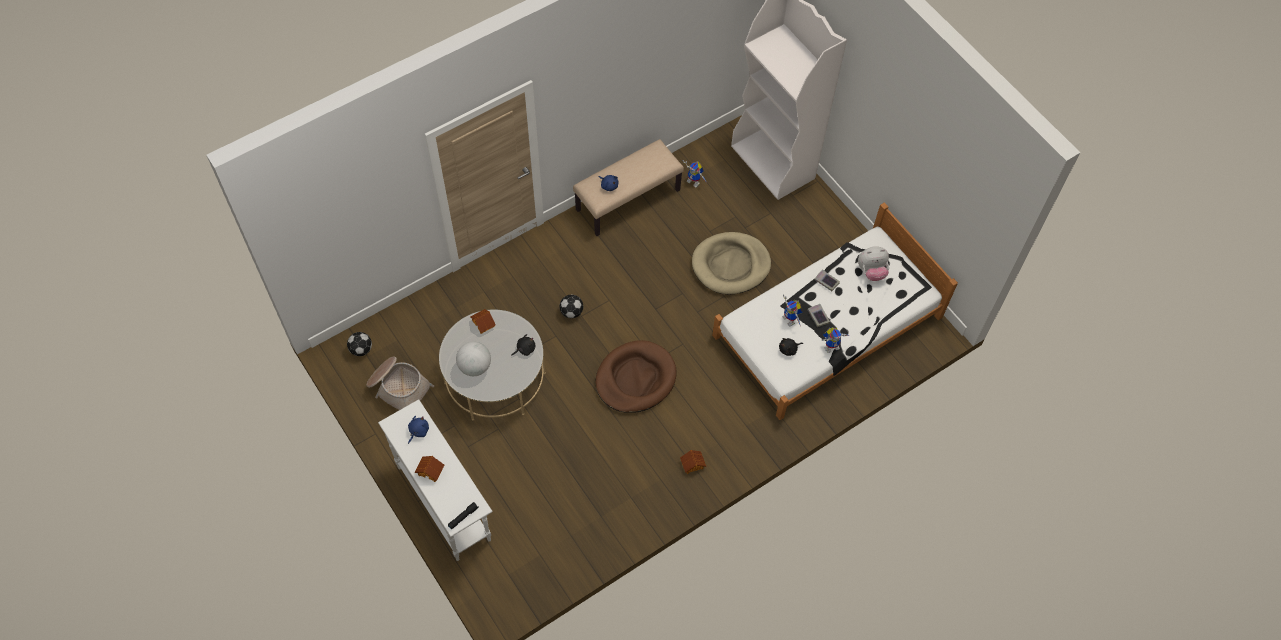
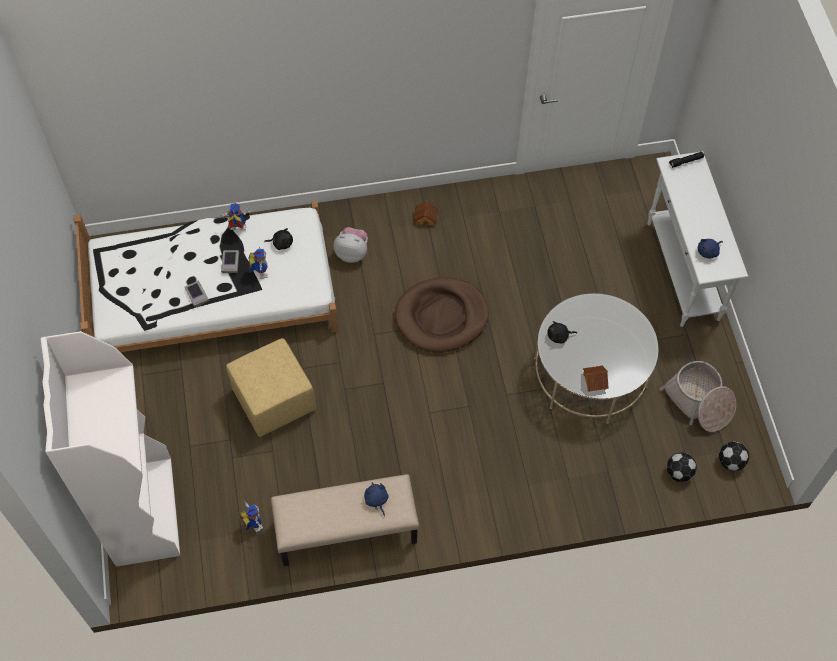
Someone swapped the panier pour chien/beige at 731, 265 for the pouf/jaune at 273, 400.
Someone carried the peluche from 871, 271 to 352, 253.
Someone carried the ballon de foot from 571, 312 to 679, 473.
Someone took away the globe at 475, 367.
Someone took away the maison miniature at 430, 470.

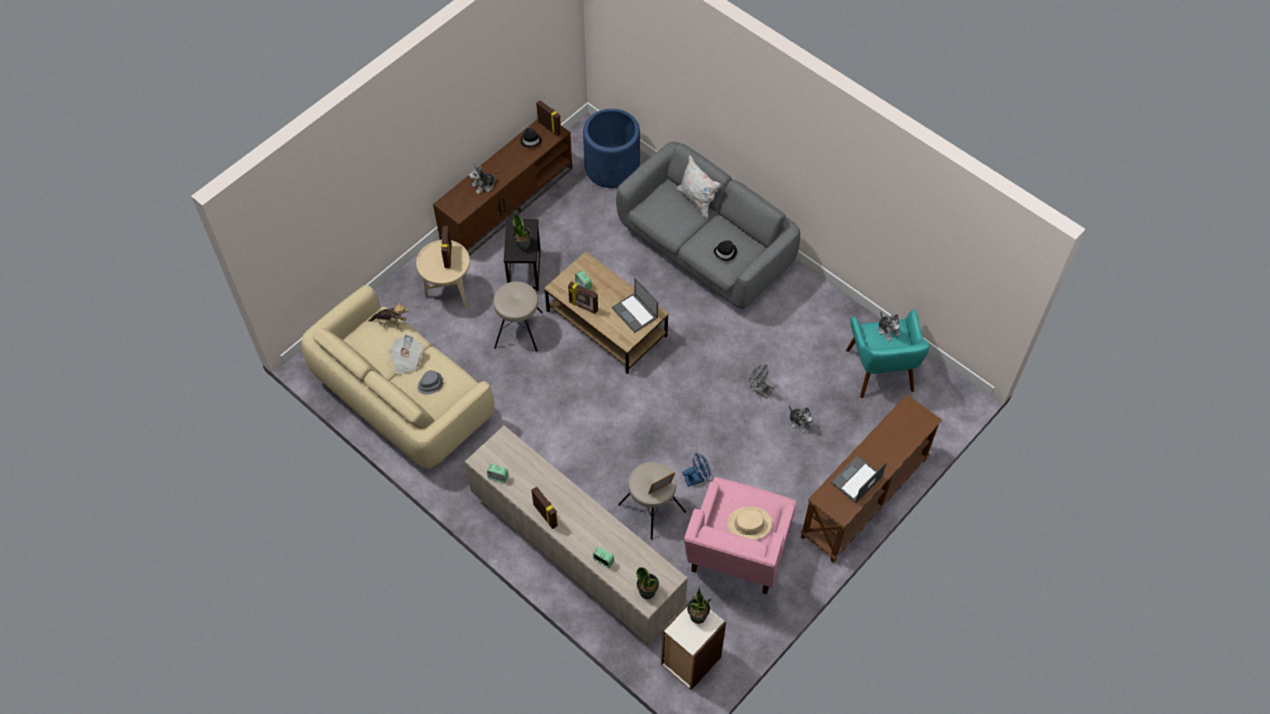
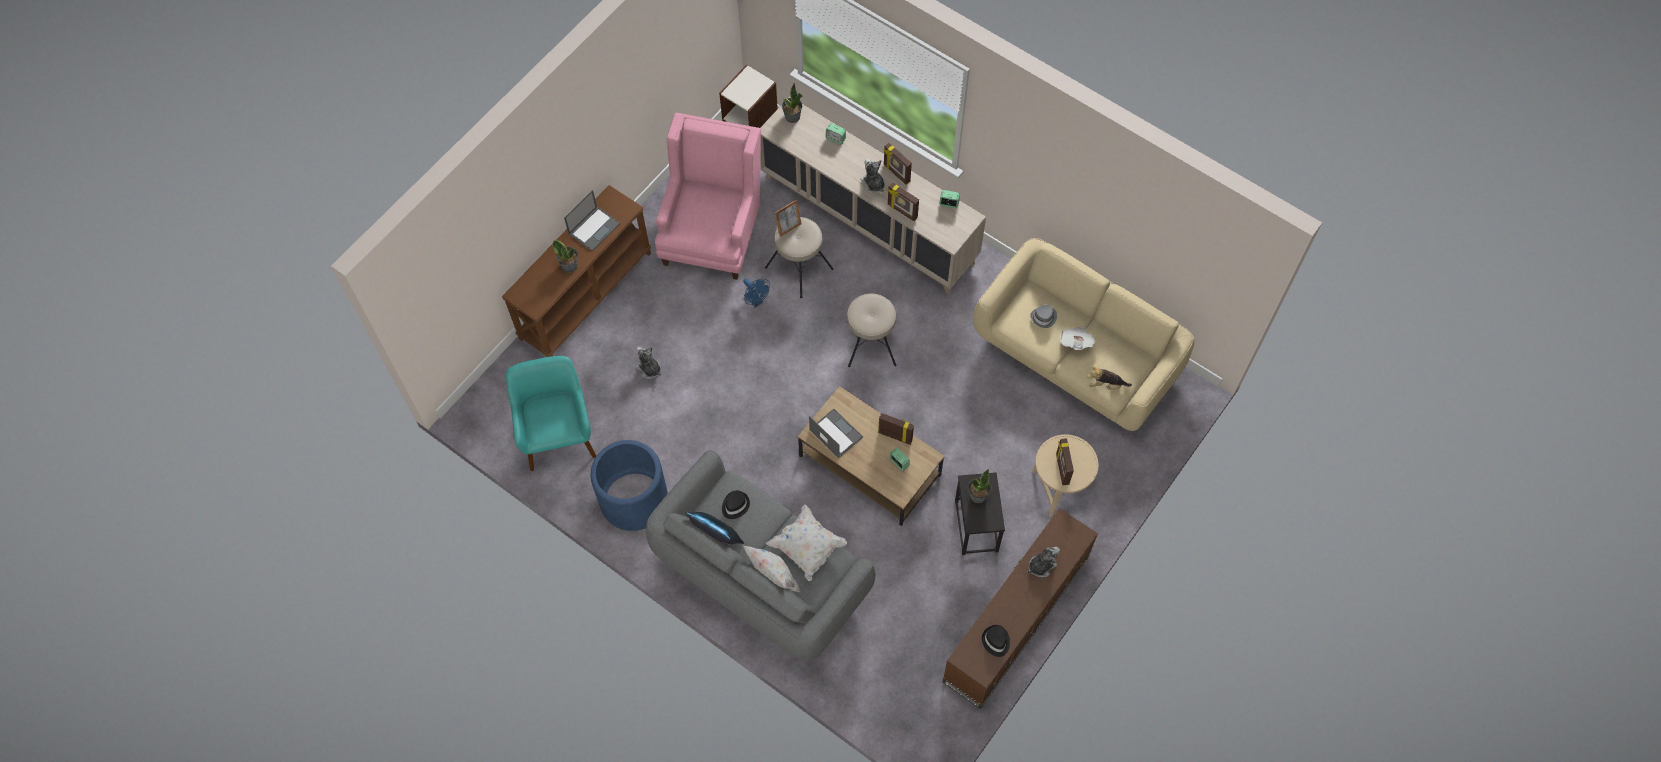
Someone carried the cadre photo from 549, 127 to 902, 211.
Someone carried the cache-pot/bleu from 612, 167 to 634, 499.
Someone carried the tabouret/beige from 519, 329 to 870, 343.
Someone carried the peluche from 888, 330 to 873, 184.
Someone took away the ventilateur/gris at 759, 390.
Someone rotated the ventilateur/bleu at 697, 478 by 105 degrees counterclockwise.
Someone took away the chapeau/beige at 749, 524.
Someone carried the plante en pot from 698, 616 to 570, 266.
Someone put down the coussin/blanc at 807, 547.
Someone put down the coussin/bleu at 715, 537.

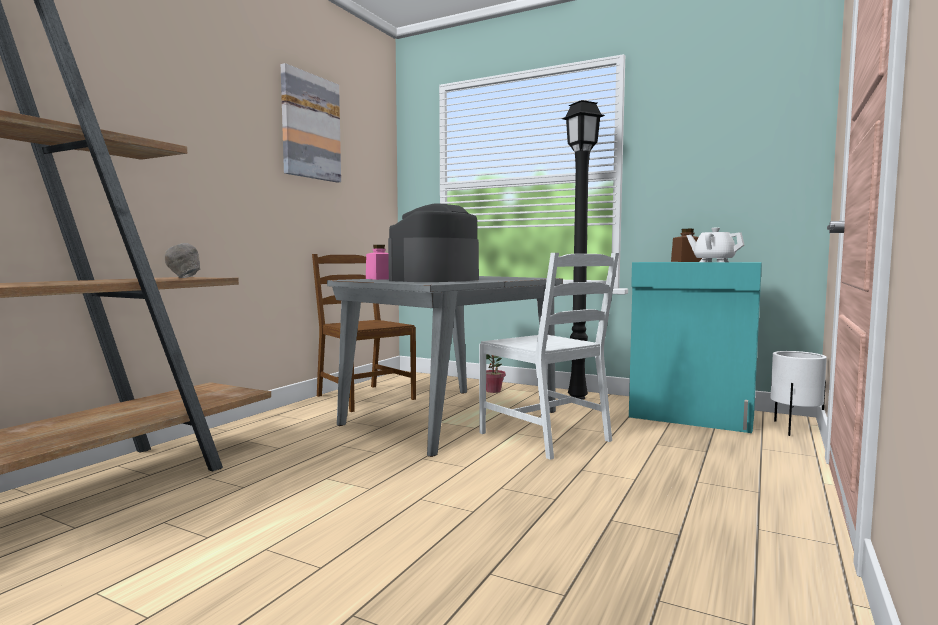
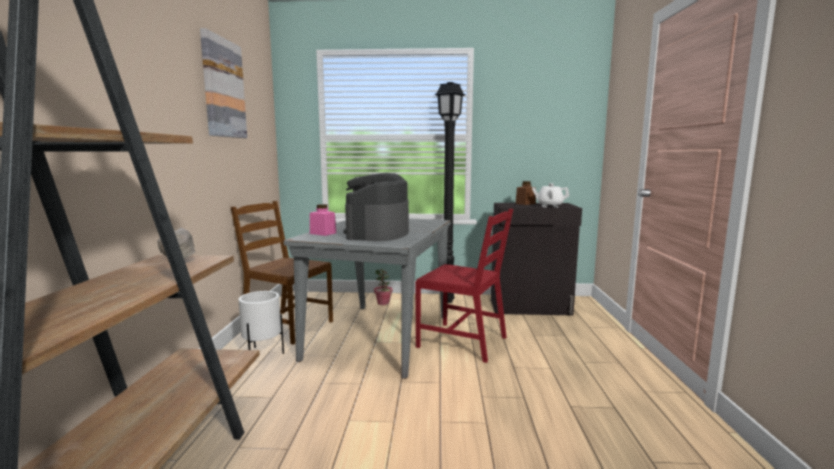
Someone repainted the chaise/blanc at 546, 436, which became the chaise/rouge at 463, 342.
Someone repainted the meuble de rangement/turquoise at 692, 417, which became the meuble de rangement/noir at 531, 308.
Someone carried the cache-pot/blanc from 794, 430 to 262, 355.

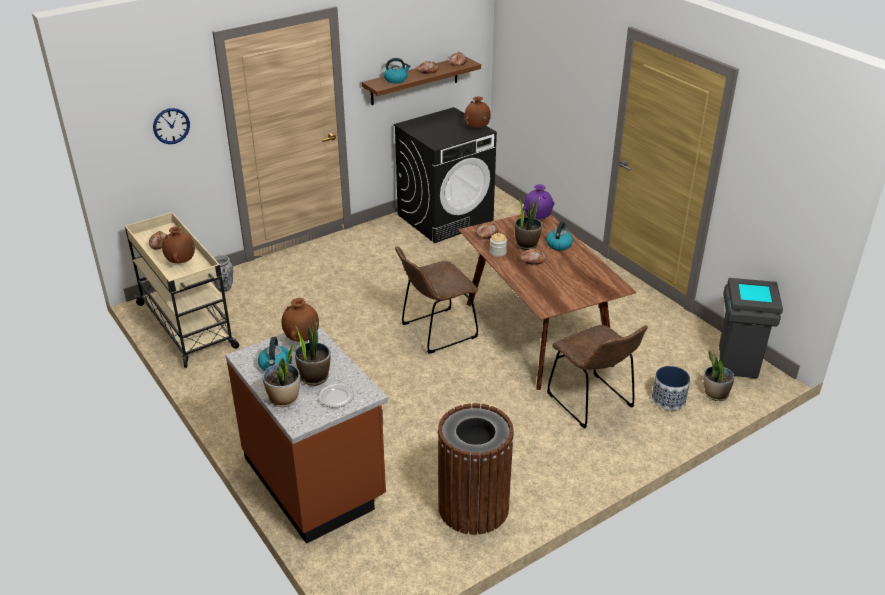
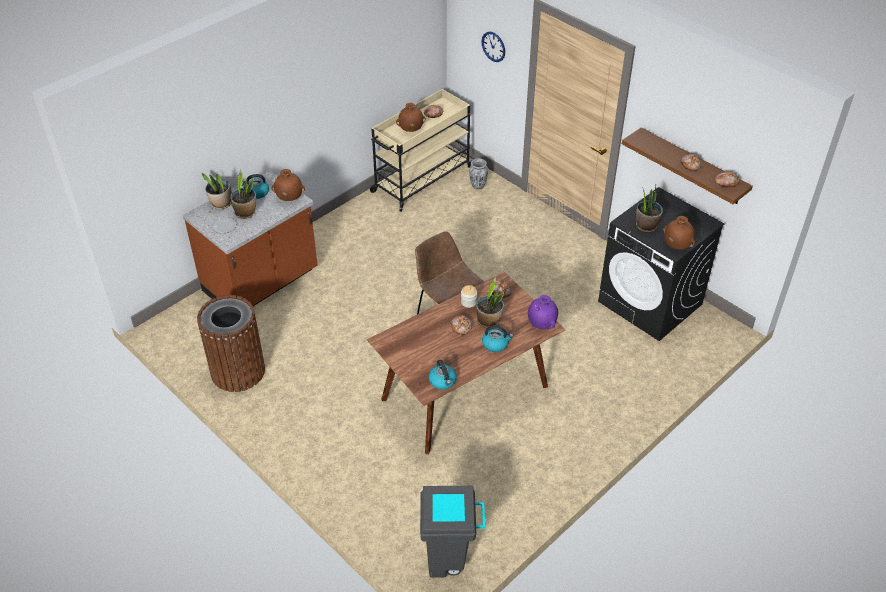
Someone carried the bouilloire from 396, 79 to 442, 381.
Someone took away the chaise/marron at 592, 403.
Someone carried the plante en pot from 715, 394 to 646, 226.
Someone took away the cache-pot at 668, 399.

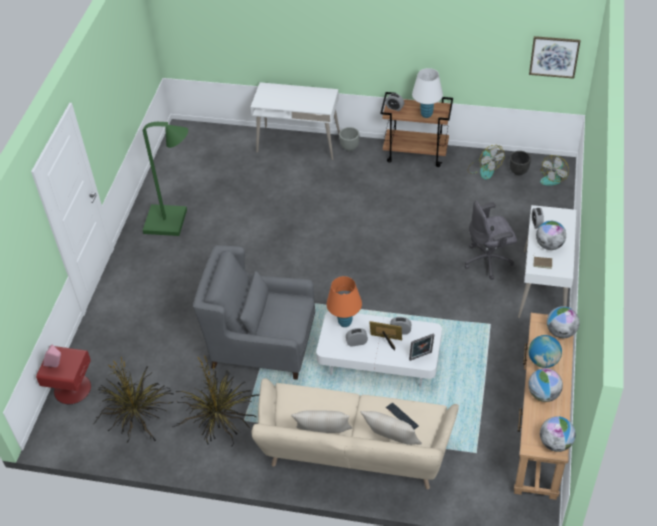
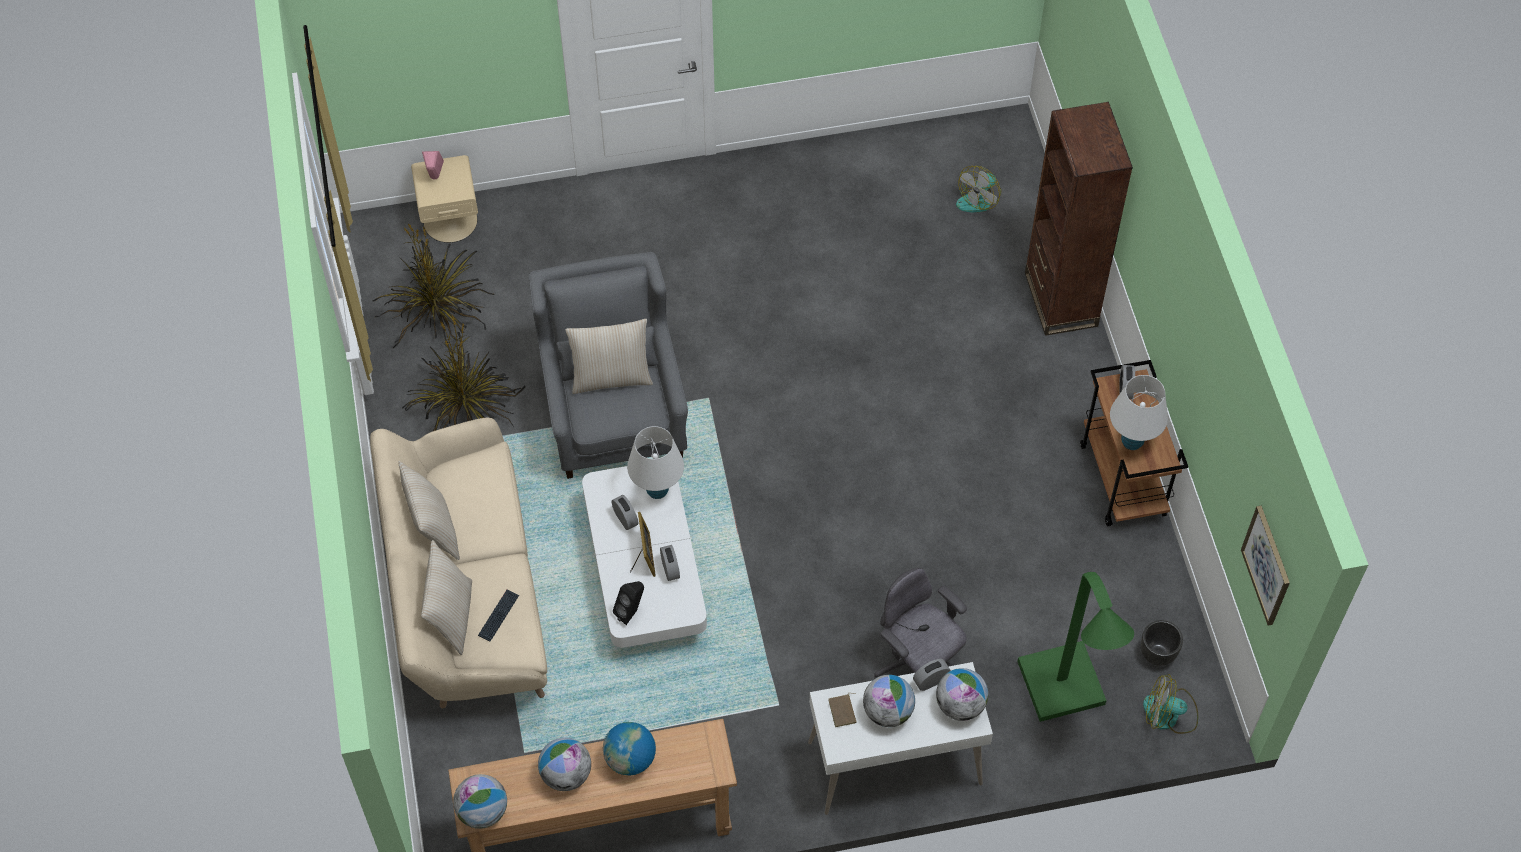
Someone swapped the bureau/blanc at 298, 143 for the bibliothèque/marron at 1060, 299.
Someone carried the lampadaire/vert from 172, 222 to 1065, 695.
Someone took away the cache-pot/gris at 349, 147.
Someone carried the ventilateur from 484, 169 to 979, 198.
Someone repainted the lampe de table/orange at 345, 322, which became the lampe de table/blanc at 657, 491.
Someone carried the globe from 560, 332 to 960, 705.
Someone swapped the cadre photo at 421, 357 for the enceinte/noir at 631, 612.
Someone repainted the table de chevet/rouge at 72, 388, which became the table de chevet/beige at 450, 220.
Someone put down the coussin/beige at 611, 377.

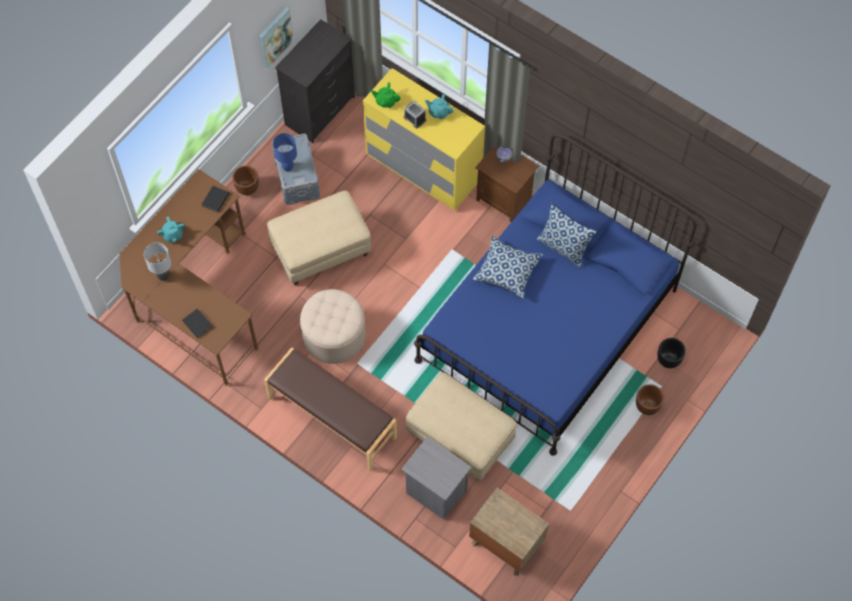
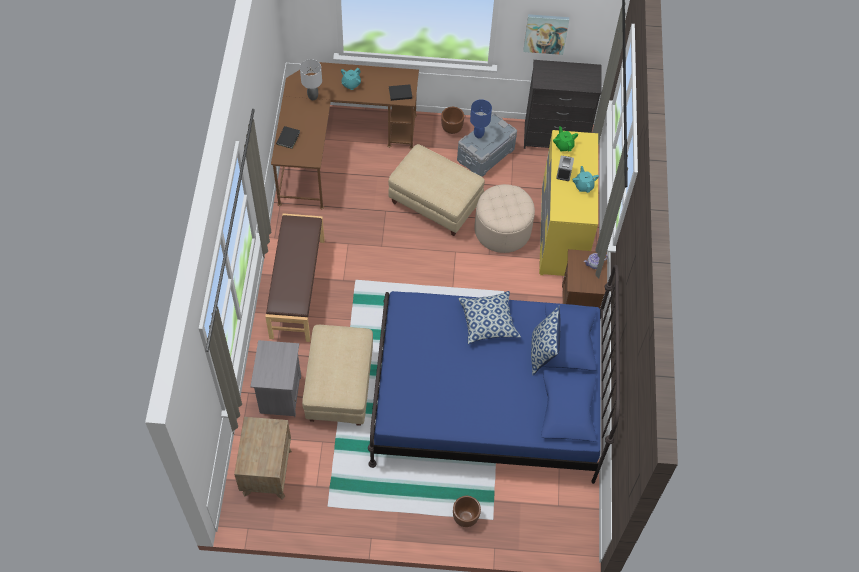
Someone carried the pouf/beige from 334, 336 to 502, 230.
Someone took away the cache-pot/noir at 668, 360.

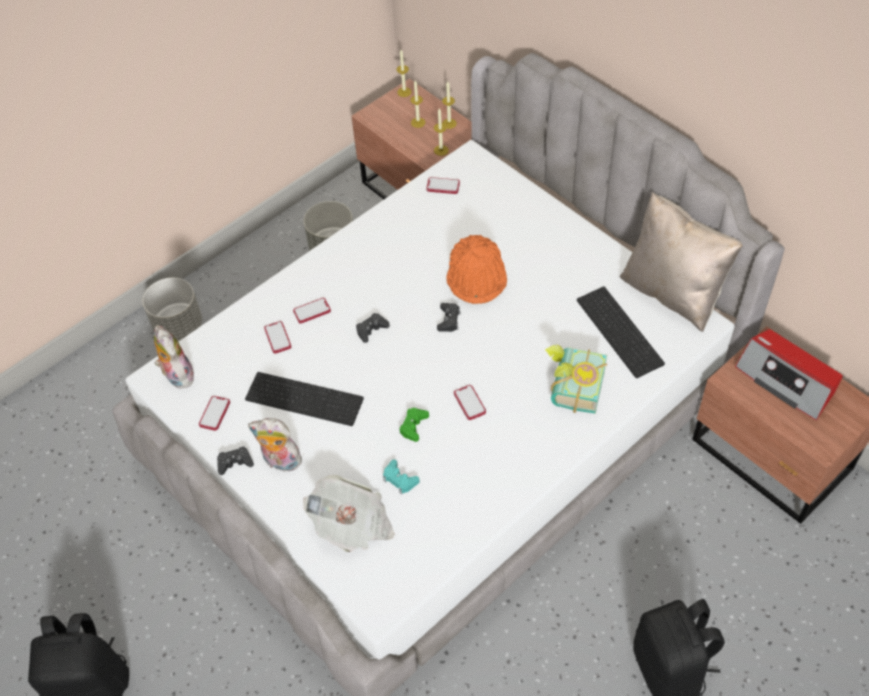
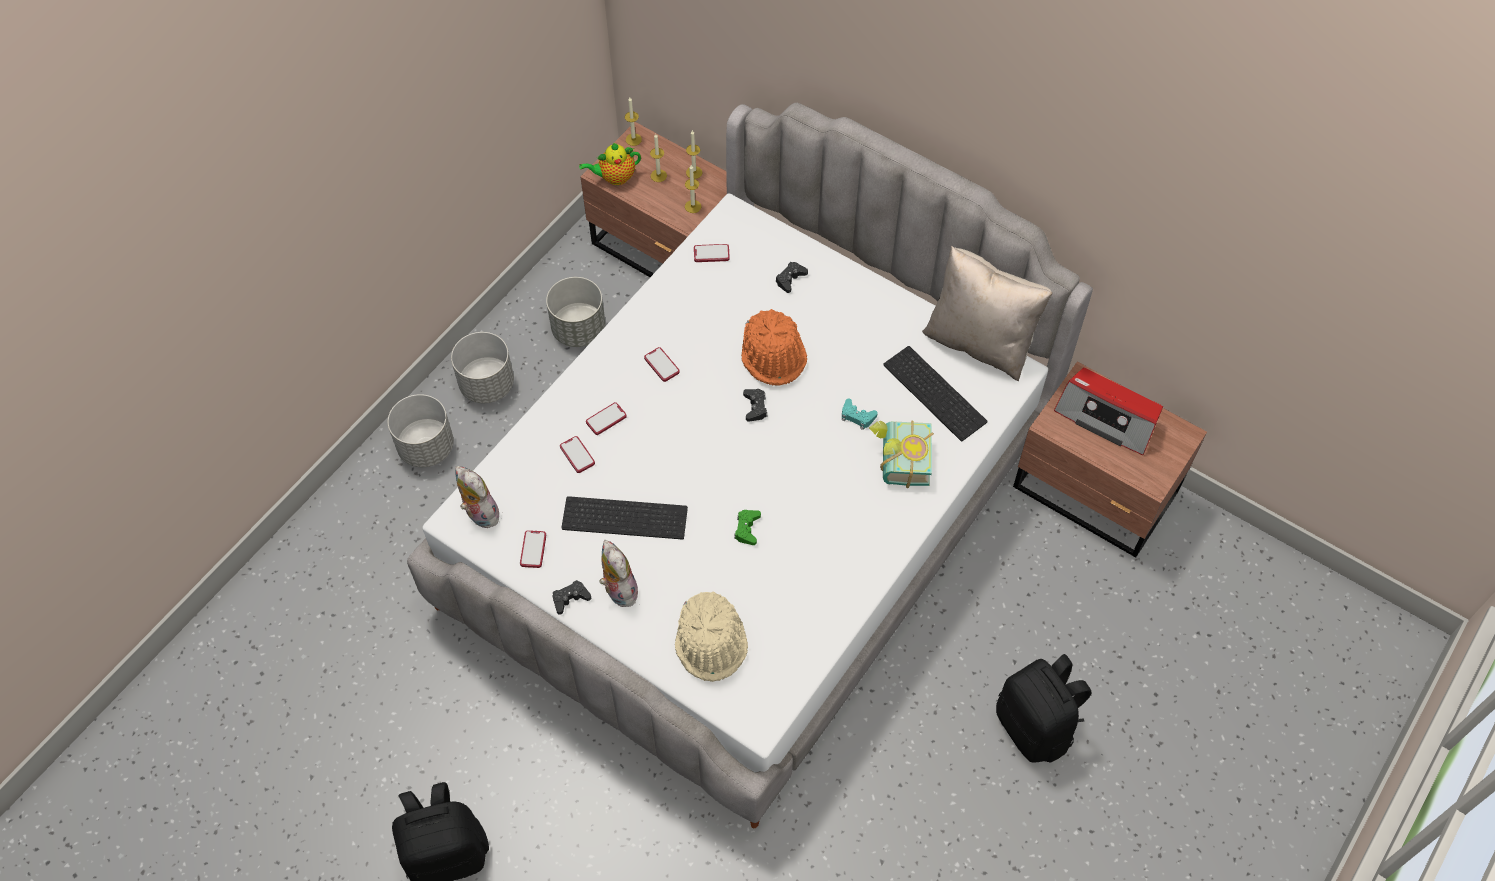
Someone carried the manette/noir from 371, 330 to 790, 279.
Someone carried the téléphone from 469, 403 to 661, 365.
Someone rotated the peluche at 280, 462 by 60 degrees clockwise.
Someone carried the manette/turquoise from 399, 479 to 857, 416.
Someone swapped the journal at 353, 525 for the chapeau/beige at 711, 642.
Someone put down the théière at 615, 178.
Someone put down the cache-pot/gris at 487, 384.

